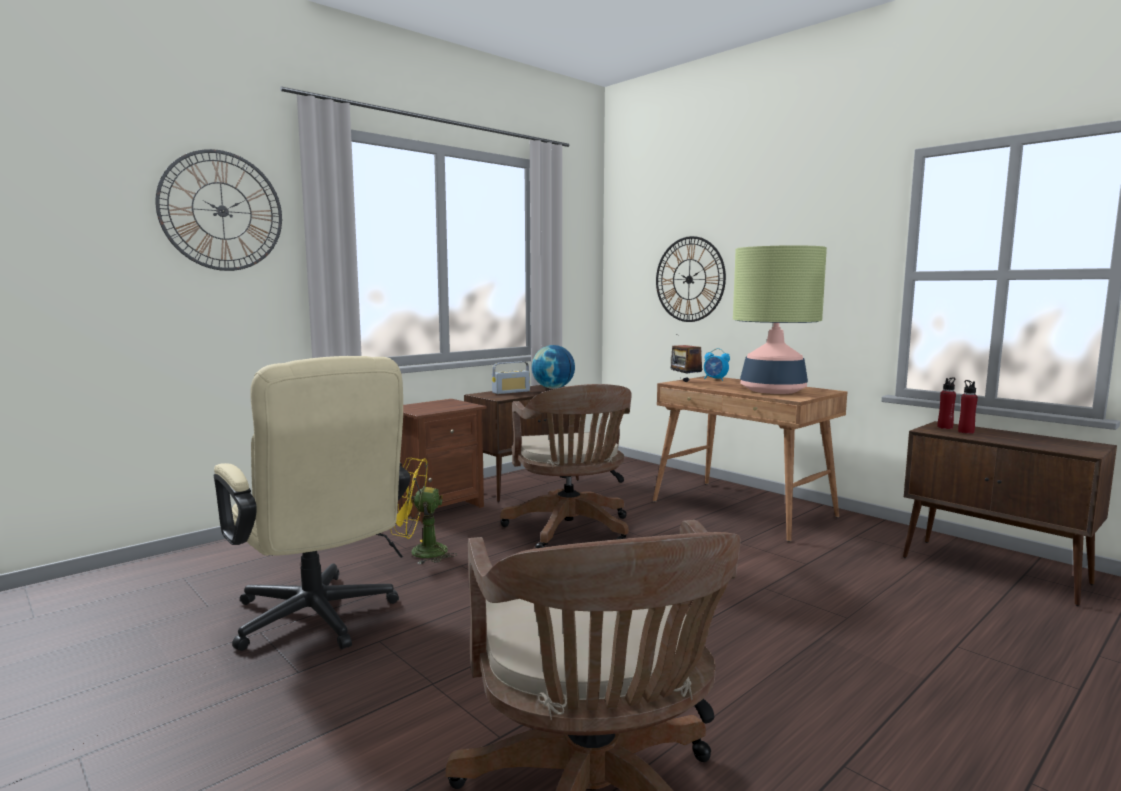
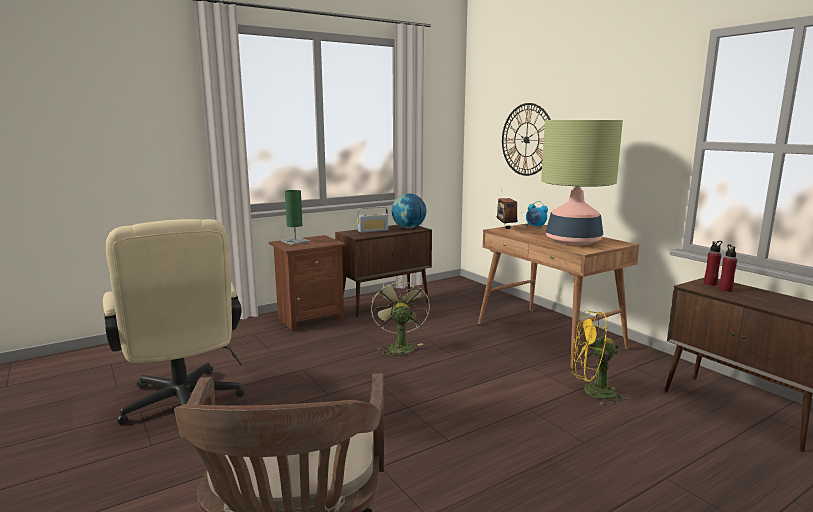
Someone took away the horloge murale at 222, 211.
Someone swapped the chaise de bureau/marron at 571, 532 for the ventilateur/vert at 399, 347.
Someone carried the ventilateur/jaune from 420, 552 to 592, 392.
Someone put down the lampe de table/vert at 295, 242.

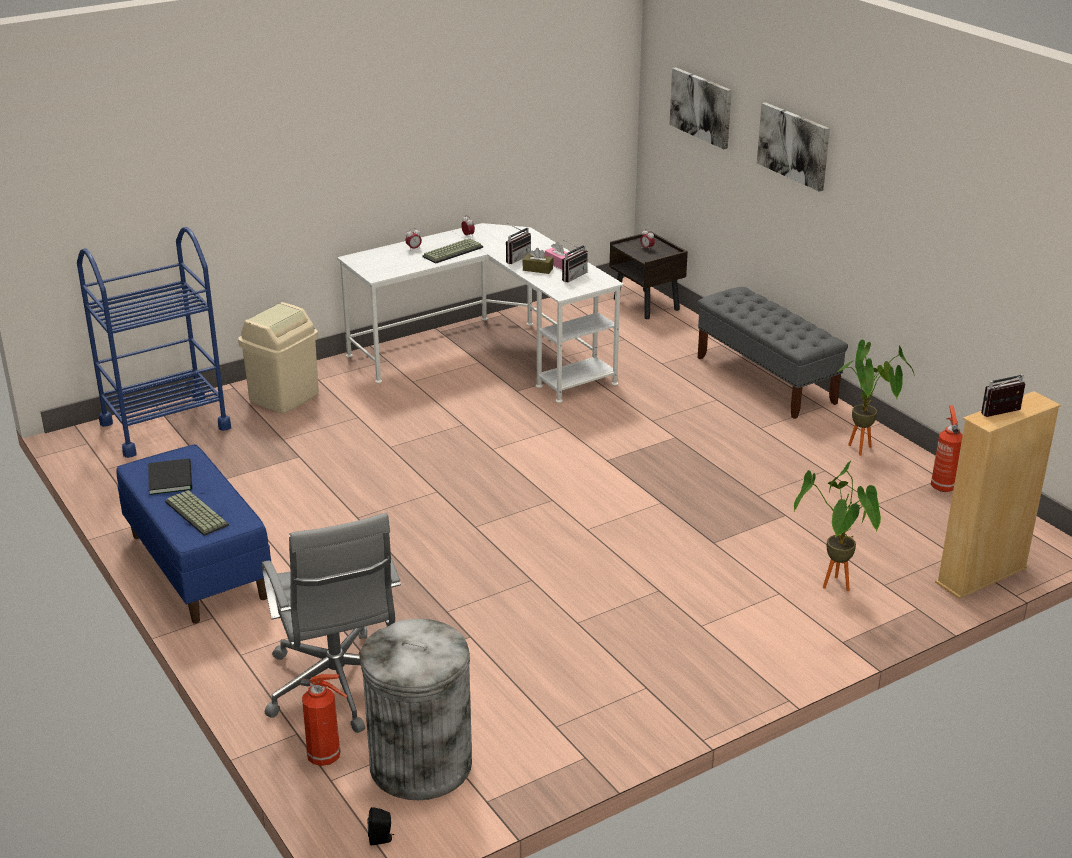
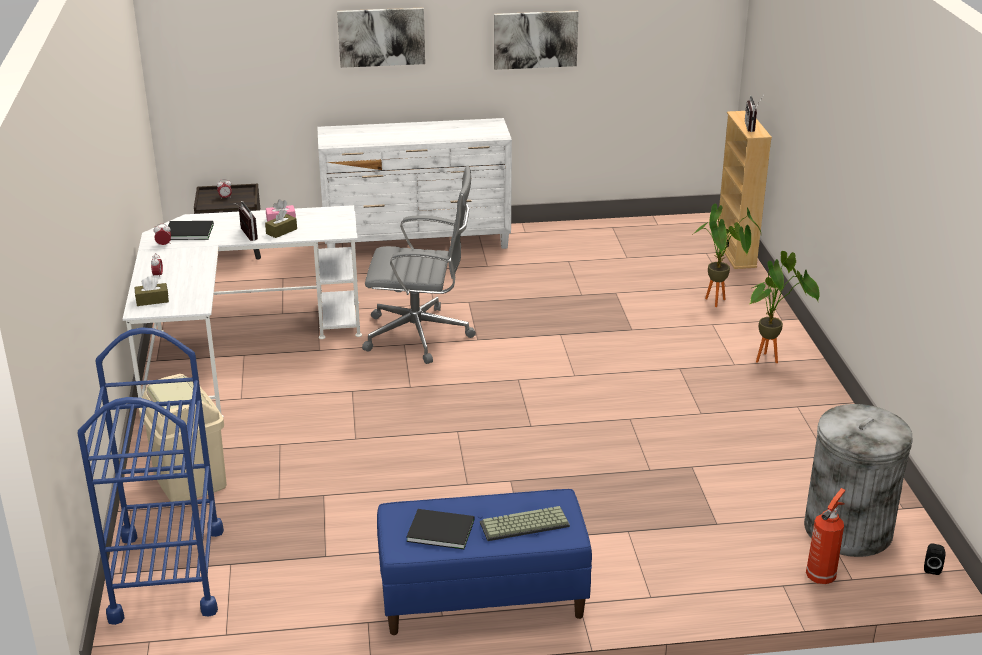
Someone carried the tableau from 701, 107 to 535, 39.
Someone took away the clavier at 452, 251.
Someone took away the radio at 571, 276.
Someone swapped the banc/gris at 766, 380 for the commode/blanc at 417, 242.
Someone carried the plante en pot from 864, 451 to 771, 359.
Someone took away the extincteur at 942, 486.
Someone carried the chaise de bureau/gris from 338, 687 to 421, 335.
Someone put down the livre/noir at 187, 231.
Someone put down the boîte à mouchoirs/marron at 152, 300.

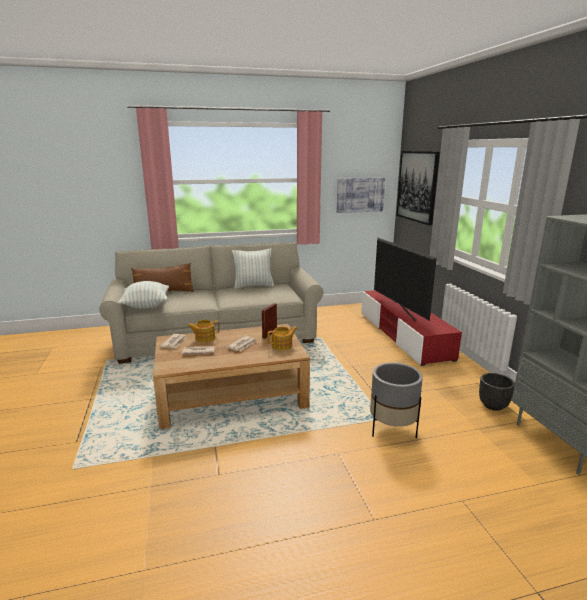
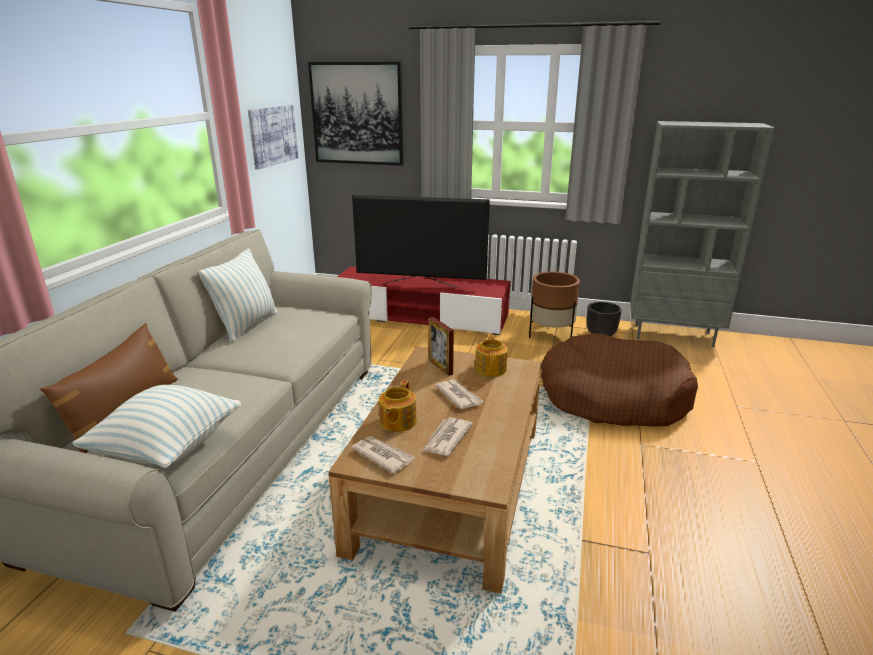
Someone swapped the cache-pot/gris at 392, 429 for the panier pour chien/marron at 612, 397.
Someone put down the cache-pot/marron at 551, 335.

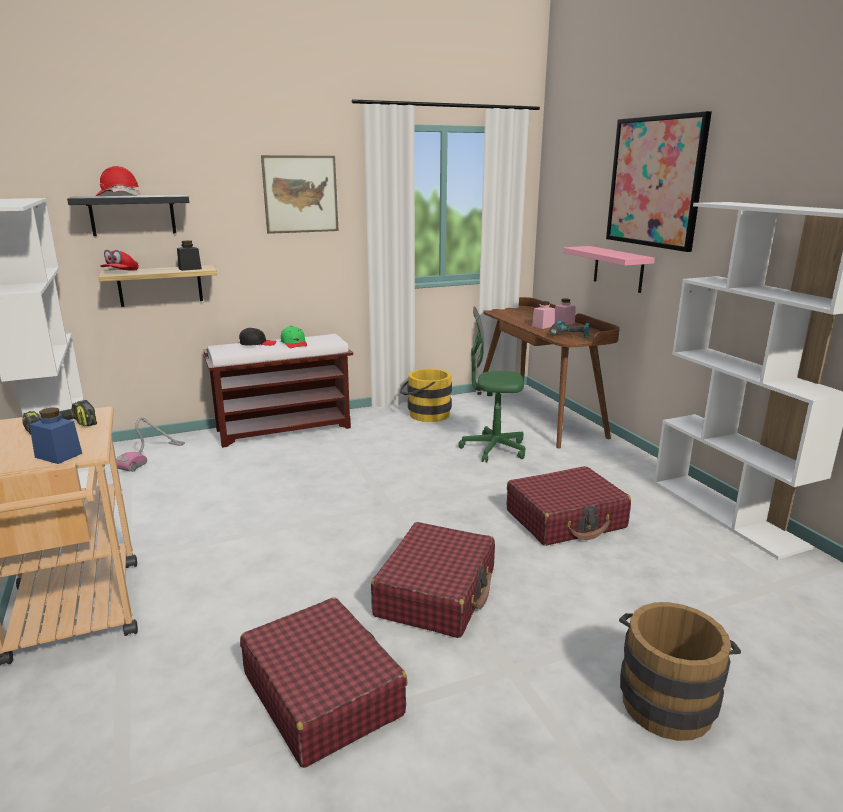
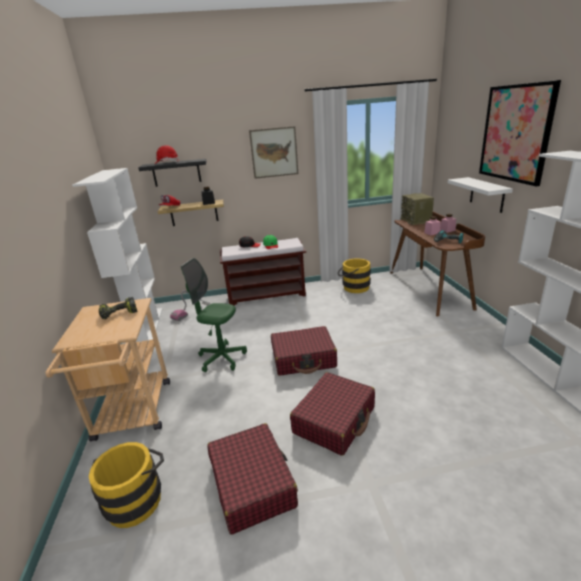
Someone repainted the étagère/rose at 618, 269, which became the étagère/blanc at 487, 194.
Someone carried the chaise de bureau/vert from 493, 449 to 222, 358.
Someone took away the bocal/bleu at 58, 455.
Someone carried the valise/rouge from 566, 519 to 304, 359.
Someone took away the seau/marron at 667, 698.
Someone put down the radio at 416, 220.
Someone put down the seau/jaune at 137, 497.

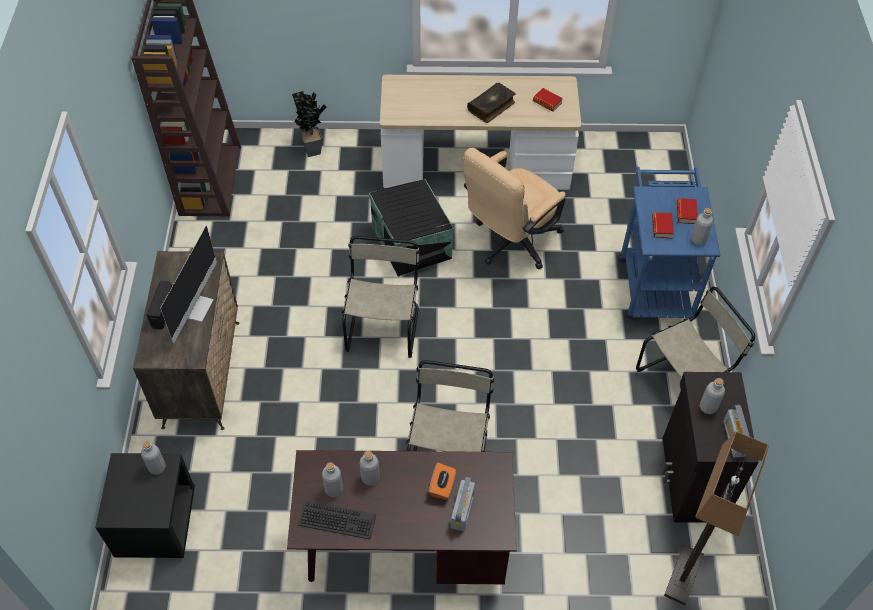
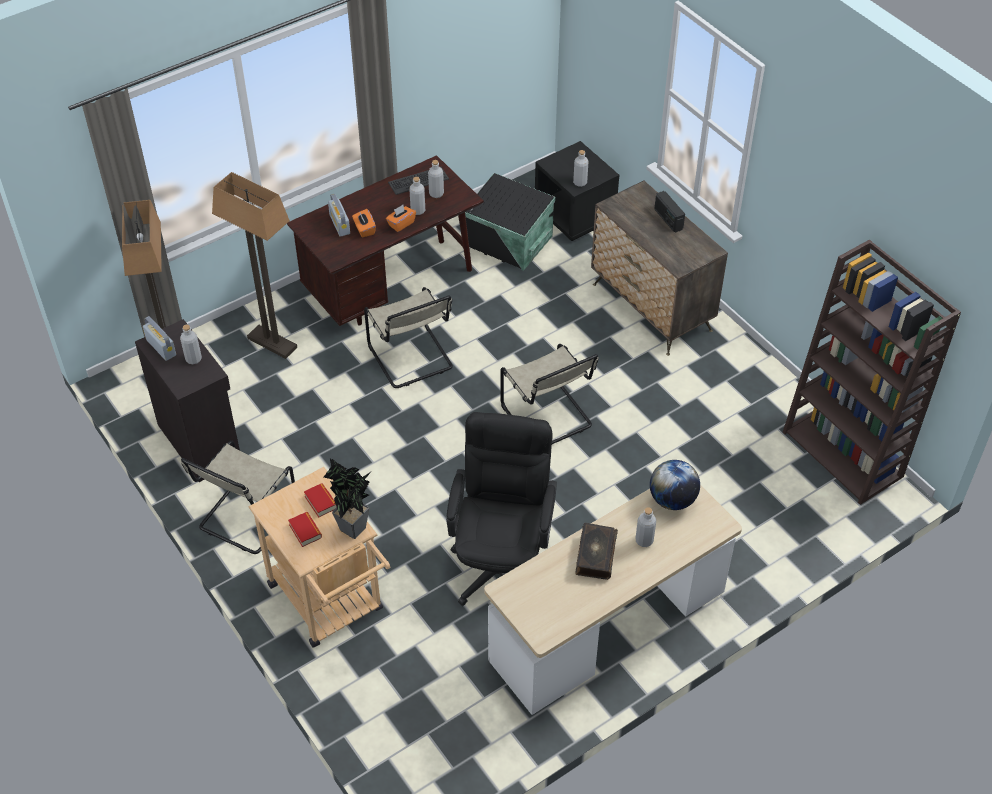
Someone took away the livre at 547, 102.
Someone carried the plante en pot from 313, 148 to 354, 532.
Someone repainted the chaise de bureau/beige at 510, 243, which became the chaise de bureau/noir at 501, 560.
Someone repainted the chariot/bleu at 654, 280, which became the chariot/beige at 331, 604.
Someone carried the boîte de rangement/noir from 412, 242 to 508, 242.
Someone carried the bouteille/gris from 698, 239 to 644, 540.
Someone took away the écran d'ordinateur at 195, 307.
Someone put down the lampadaire at 272, 343.
Someone put down the boîte à mouchoirs/orange at 401, 224.
Someone put down the globe at 672, 500.

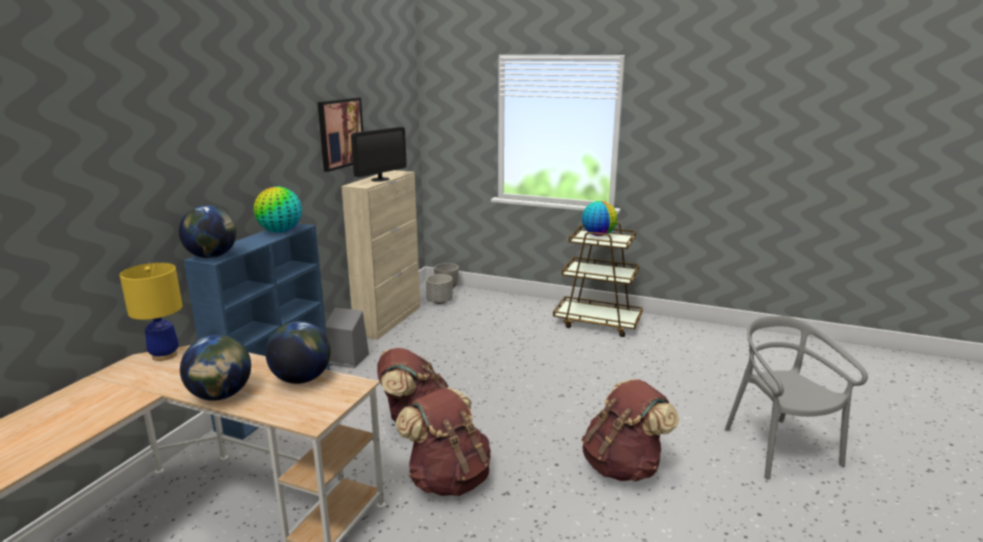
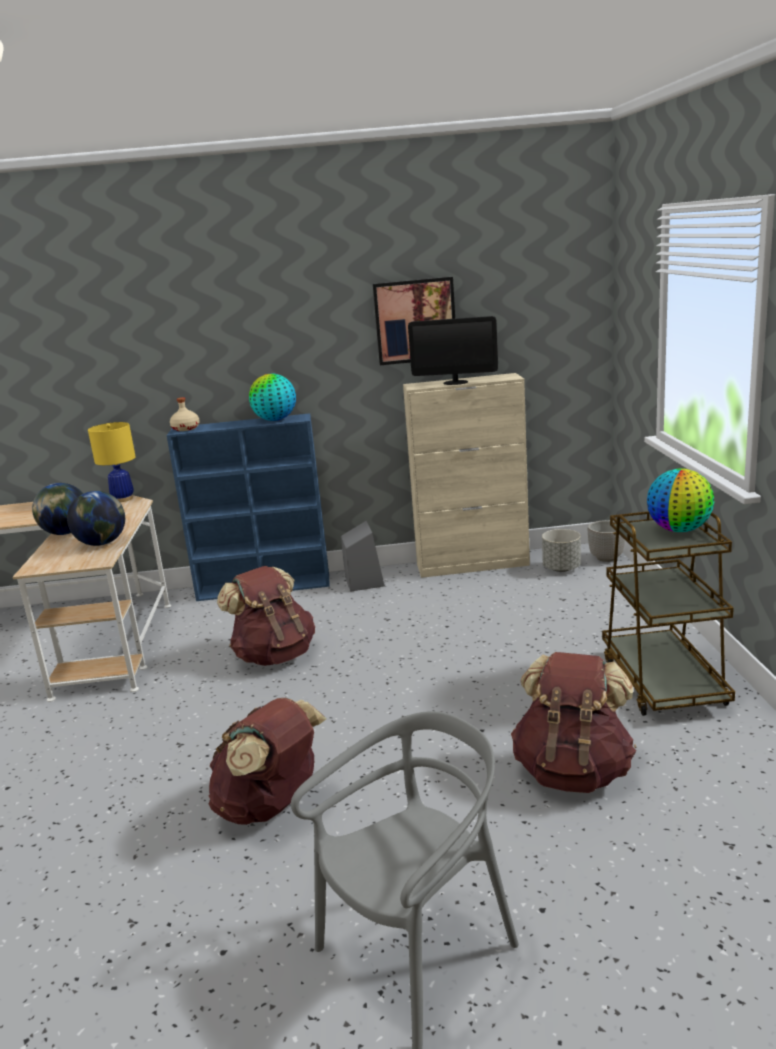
Someone swapped the globe at 212, 256 for the bouteille/beige at 186, 429.
Someone carried the sac à dos/marron from 448, 479 to 573, 771.

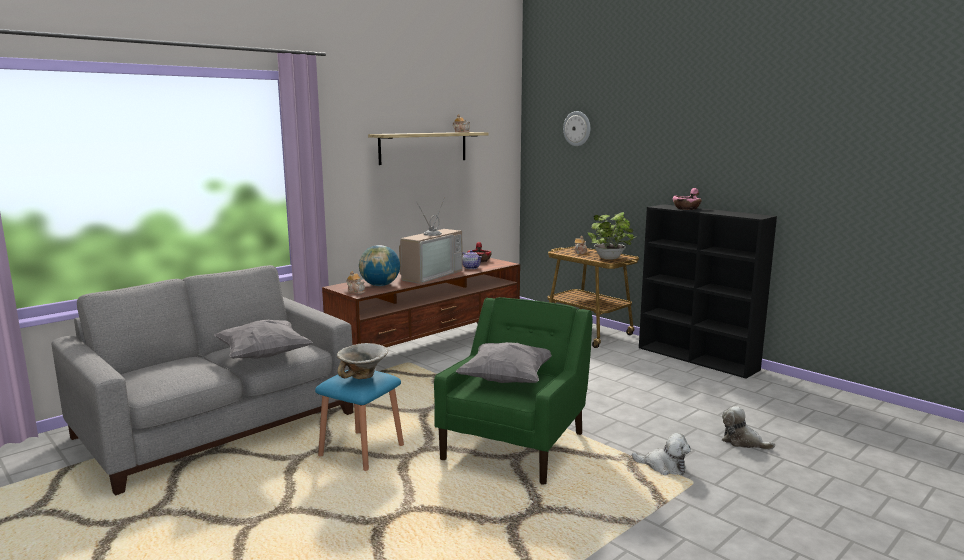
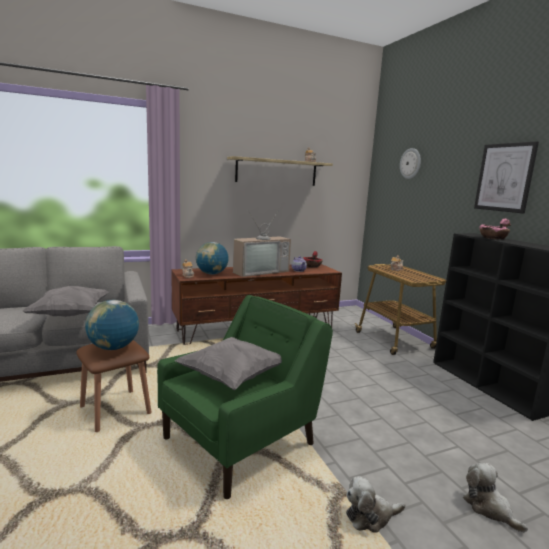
Someone took away the plante en pot at 610, 258.
Someone swapped the bol at 363, 377 for the globe at 113, 347.
Someone repainted the tabouret/bleu at 361, 451, which became the tabouret/marron at 115, 410.
Someone rotated the peluche at 663, 467 by 120 degrees clockwise.
Someone put up the tableau at 504, 177.

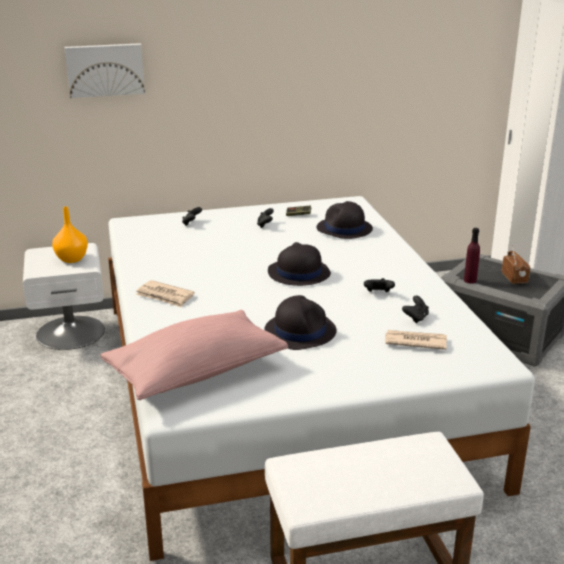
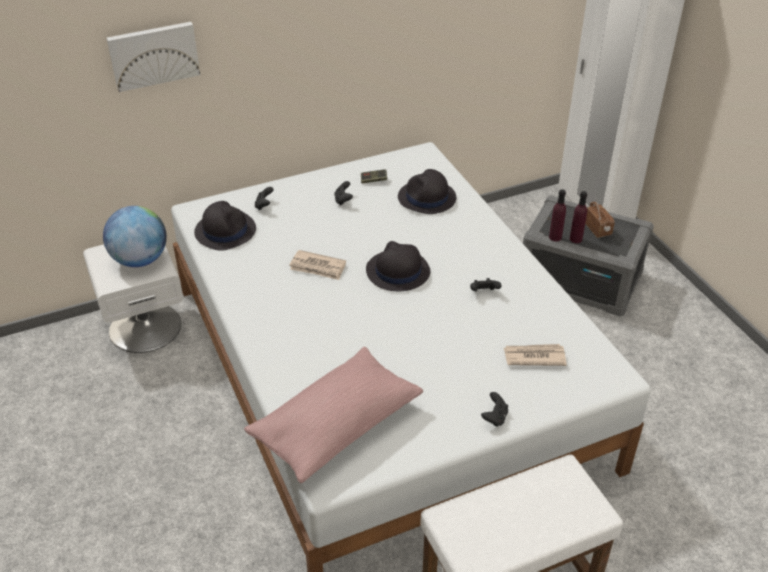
Someone swapped the vase/orange at 71, 259 for the globe at 140, 260.
Someone carried the journal from 165, 296 to 318, 267.
Someone carried the chapeau/noir from 300, 331 to 225, 230.
Someone carried the manette/noir from 415, 318 to 495, 417.
Someone put down the bouteille/violet at 575, 239.

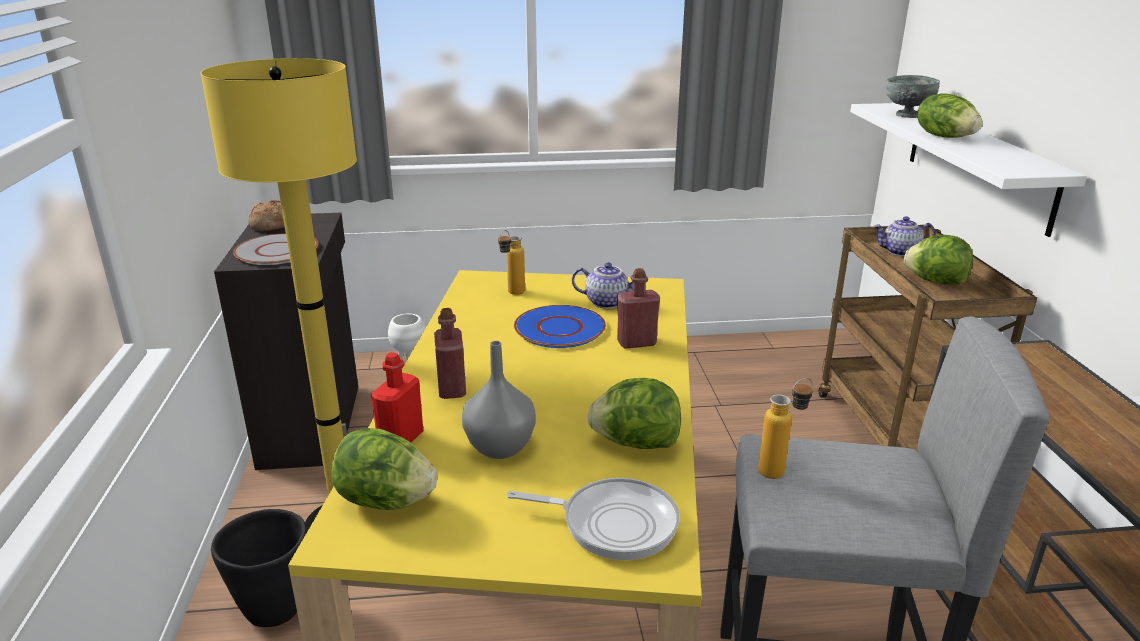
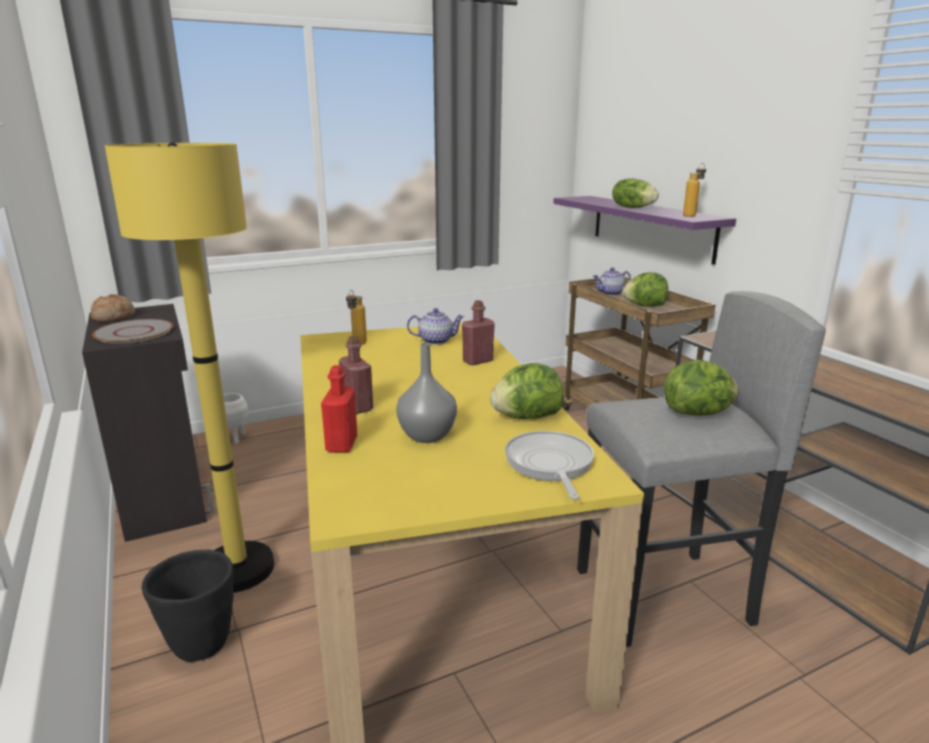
Someone took away the bol/gris at 907, 115.
Someone repainted the étagère/blanc at 978, 163, which became the étagère/violet at 651, 227.
Someone took away the assiette/bleu at 559, 328.
Someone carried the bouteille from 780, 470 to 692, 215.
Someone carried the laitue from 386, 501 to 698, 413.
Someone rotated the poêle at 612, 523 by 90 degrees counterclockwise.

